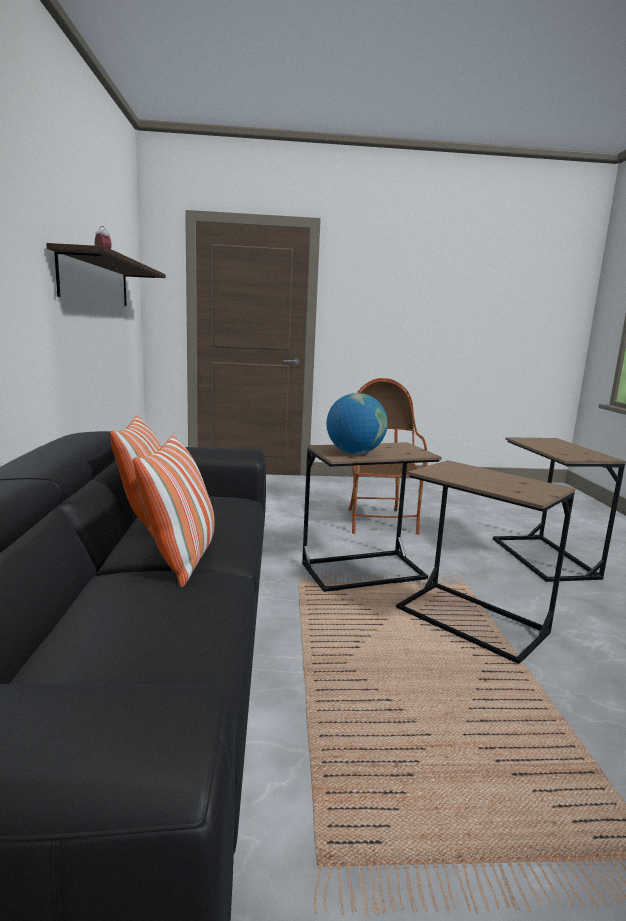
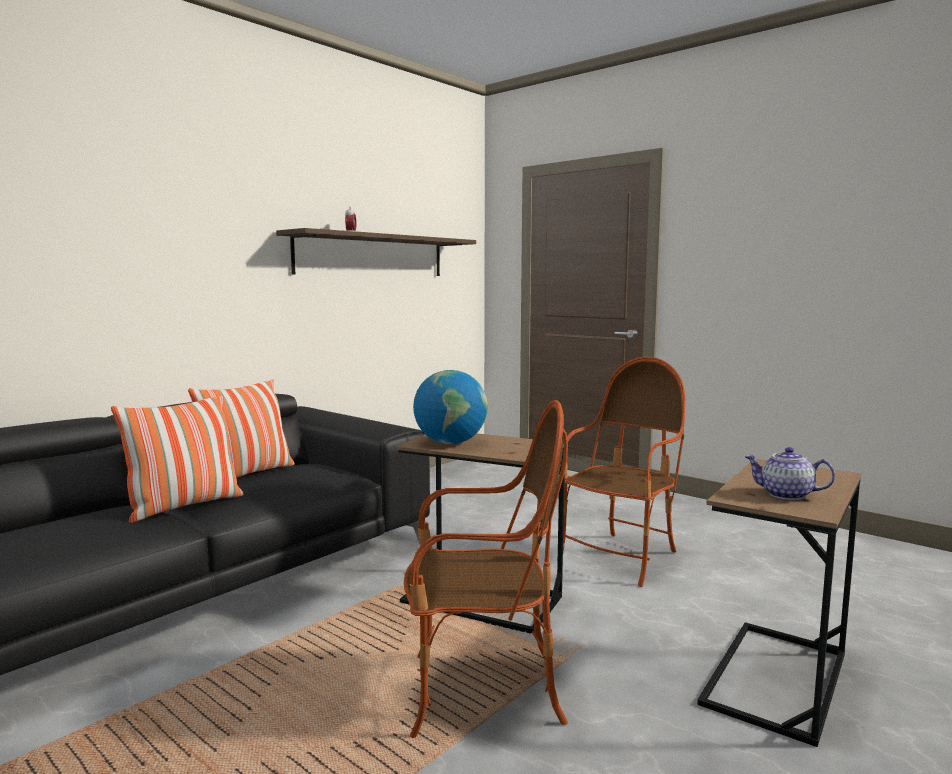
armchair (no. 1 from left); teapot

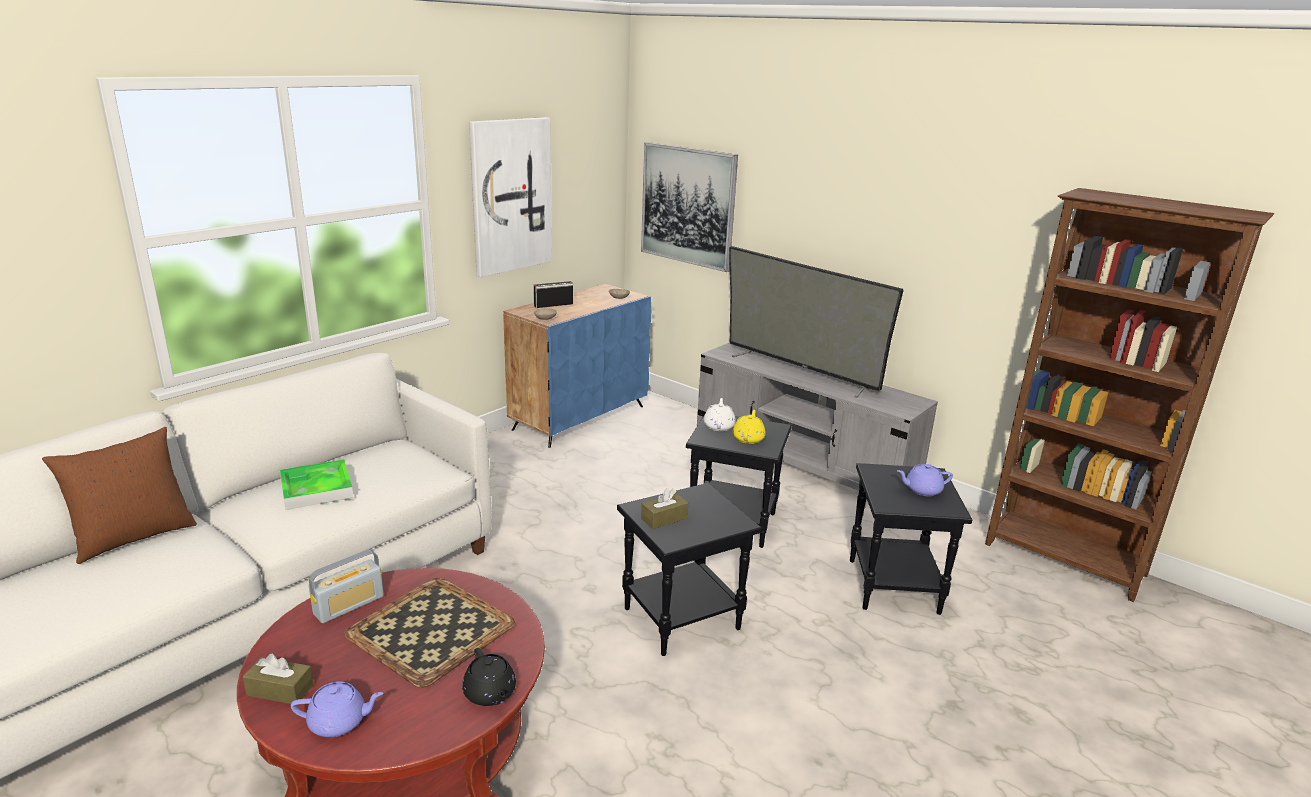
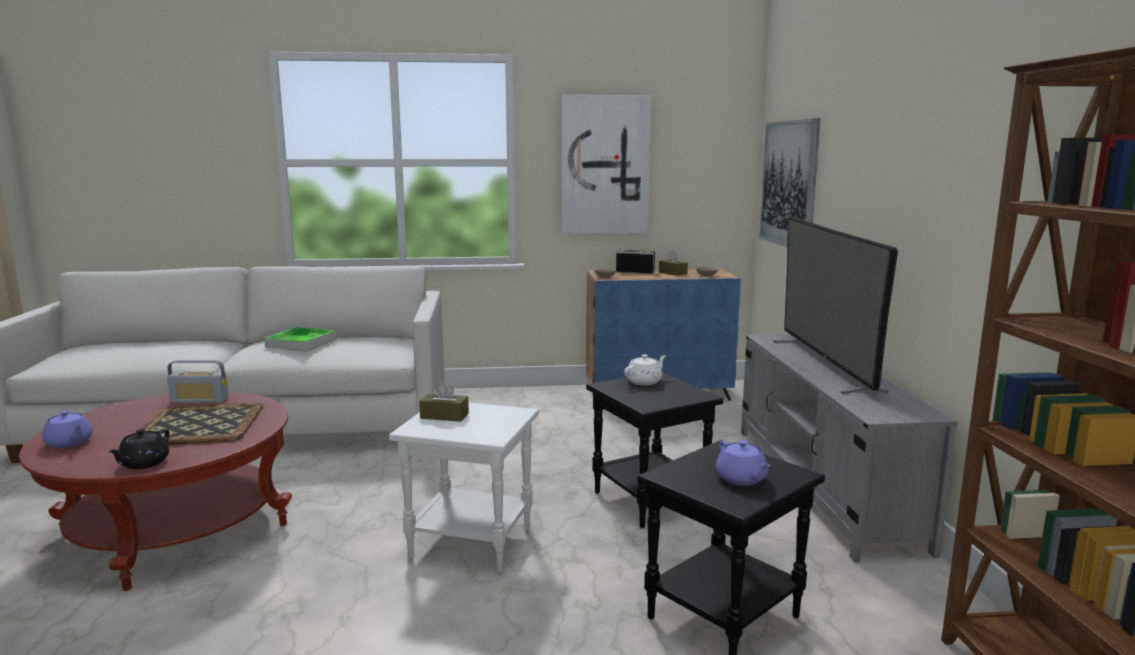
yellow_teapot; brown_pillow; purple_teapot (no. 2 from left); white_side_table; brown_tissue_box (no. 2 from left)

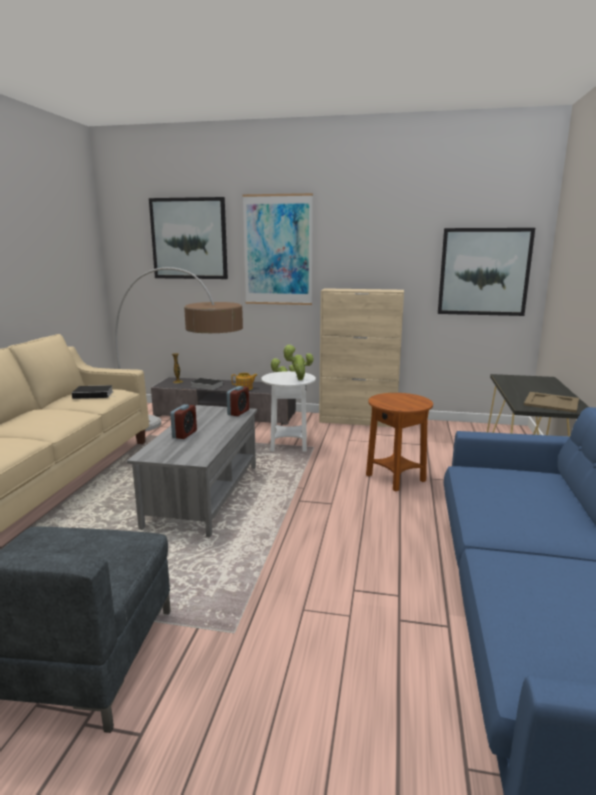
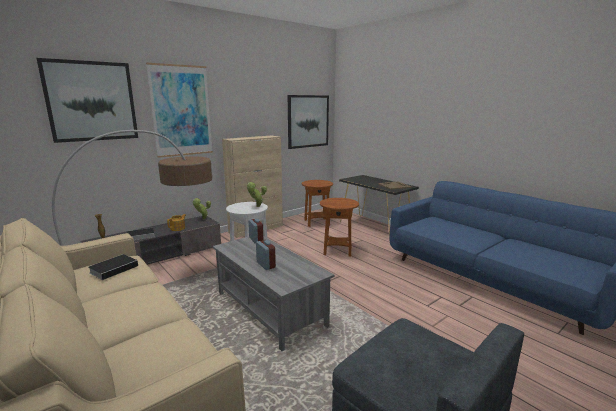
brown_side_table (no. 1 from left)

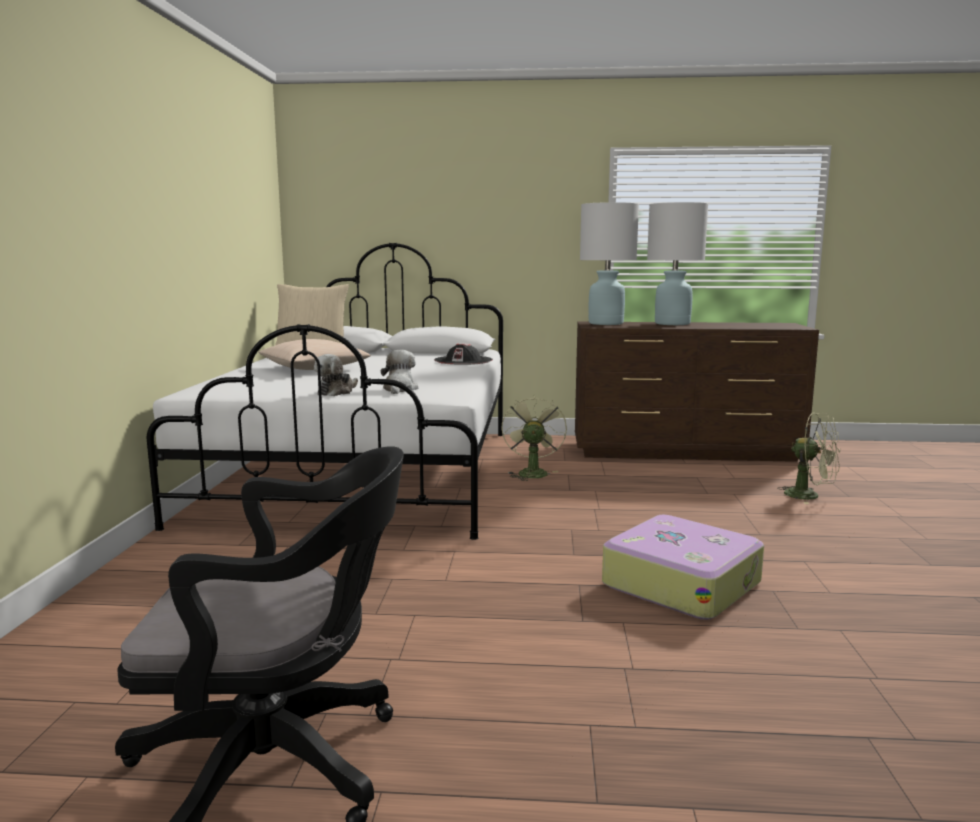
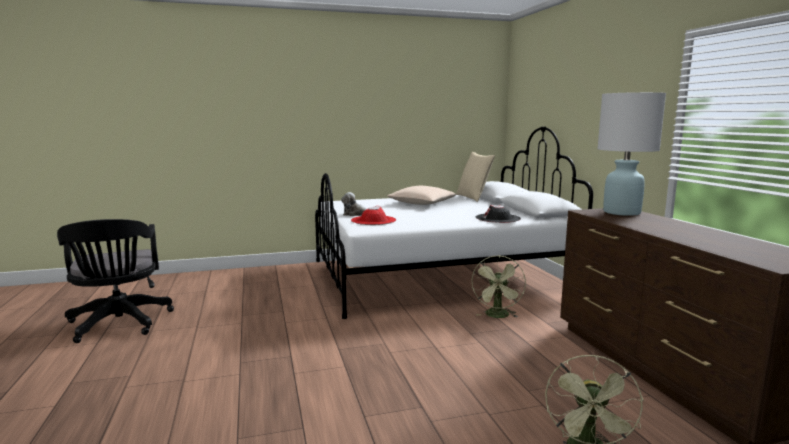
white_table_lamp (no. 2 from left in the first image); red_hat; green_fan (no. 1 from left); suitcase

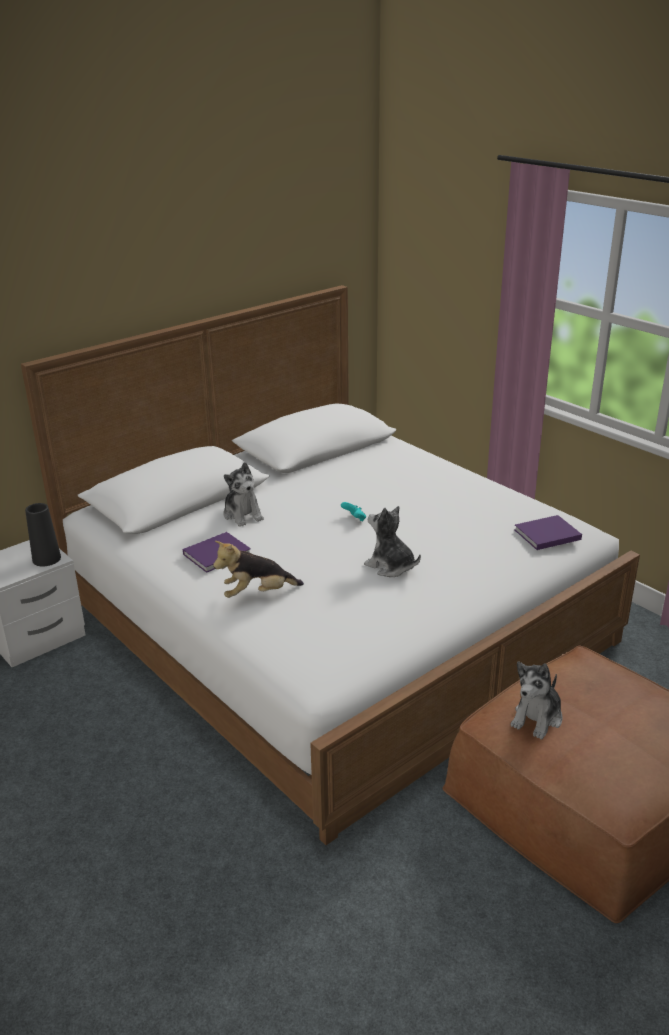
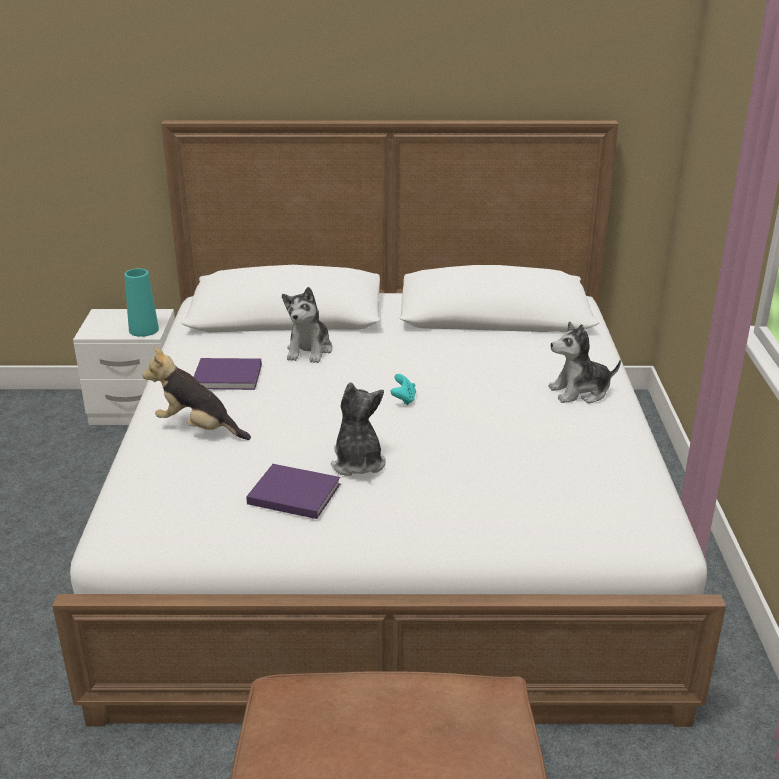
turquoise_vase; purple_book (no. 2 from left); plush_toy (no. 4 from left)

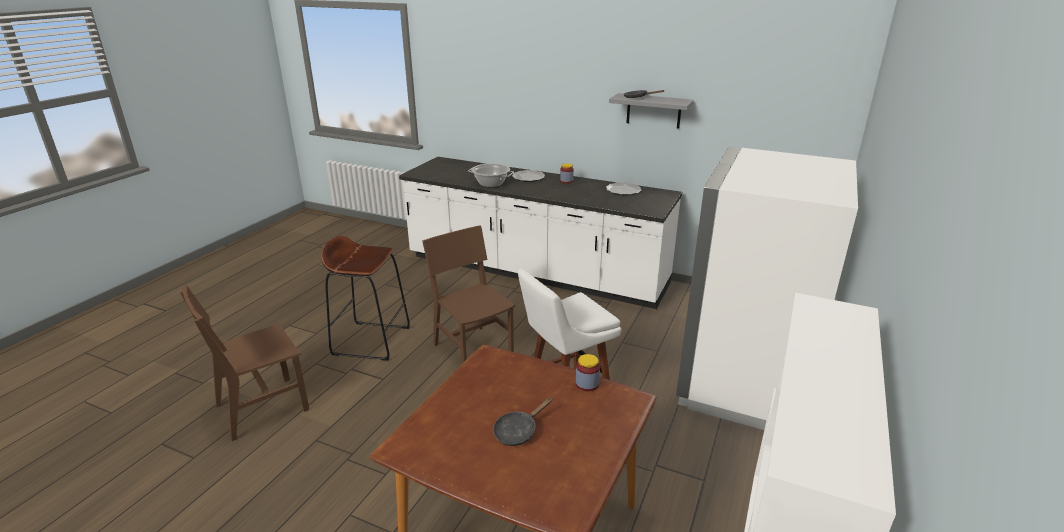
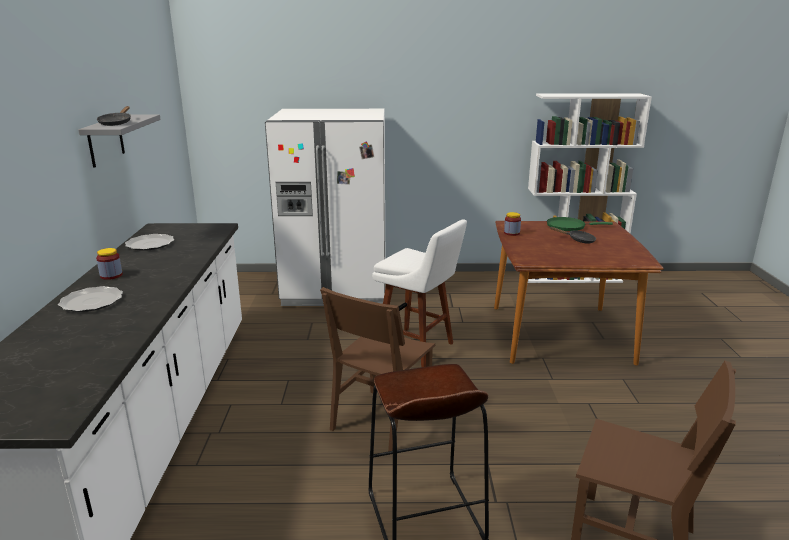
cooking_pot; green_frying_pan

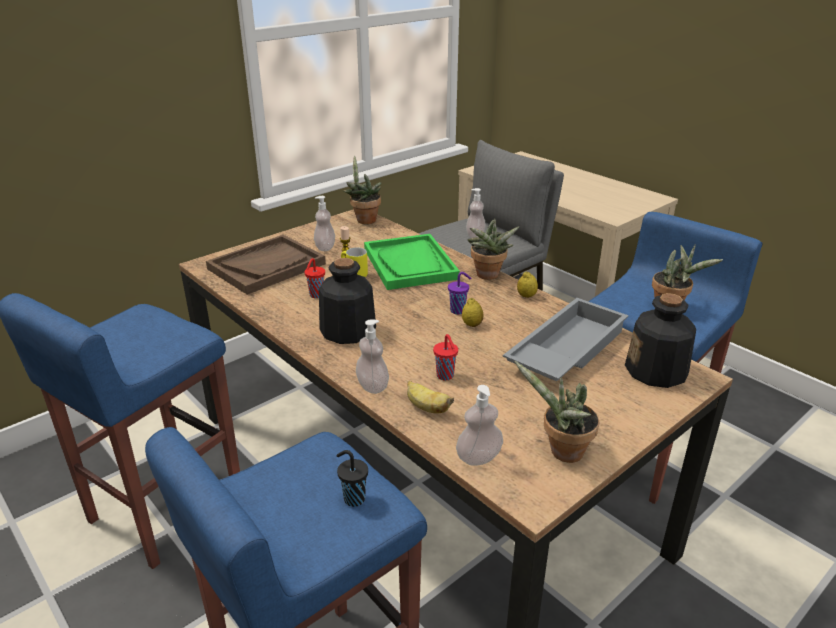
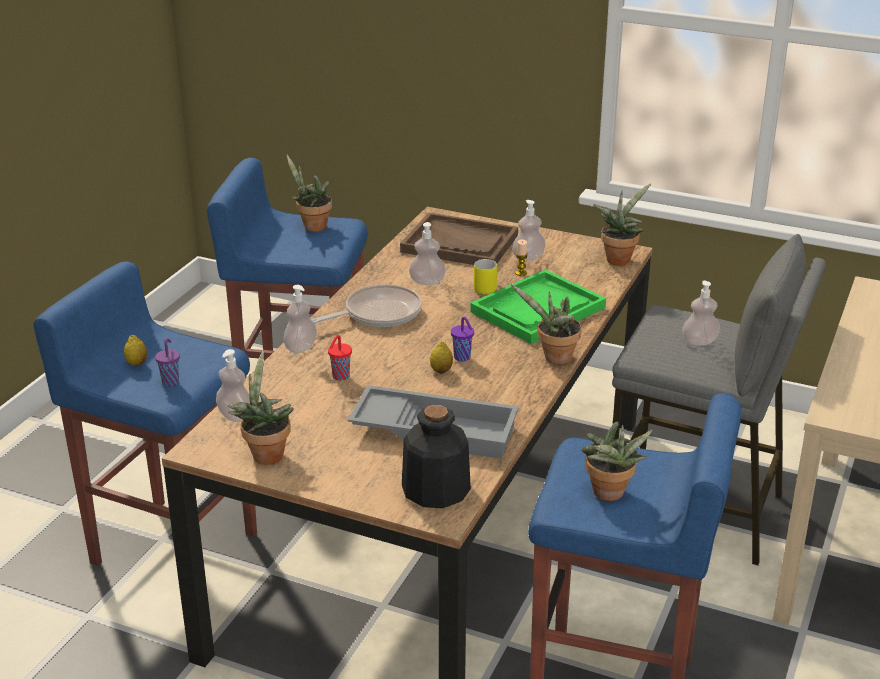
soap_dispenser (no. 3 from left); frying_pan; lemon (no. 1 from left); banana; purple_cup (no. 1 from left); potted_plant (no. 2 from left)

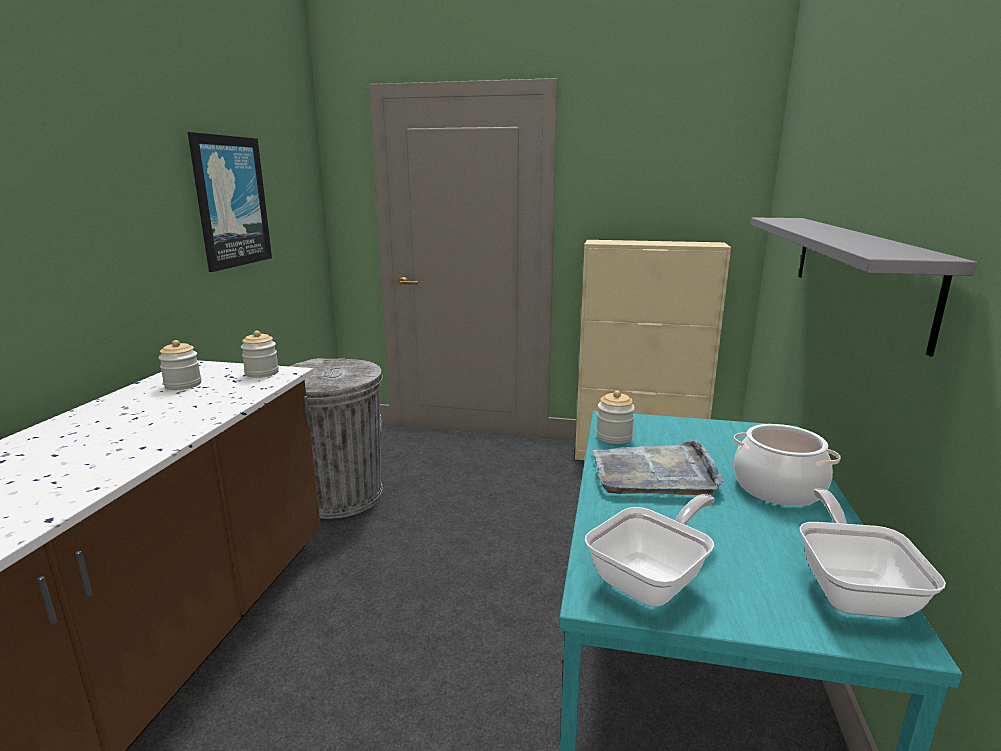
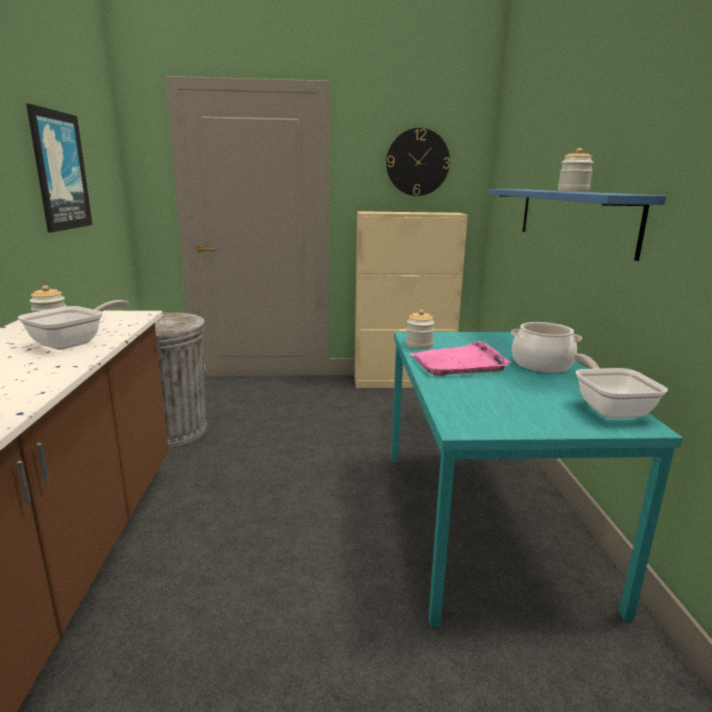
blue_shelf; jar (no. 3 from left); pink_tray; frying_pan (no. 1 from left); wall_clock

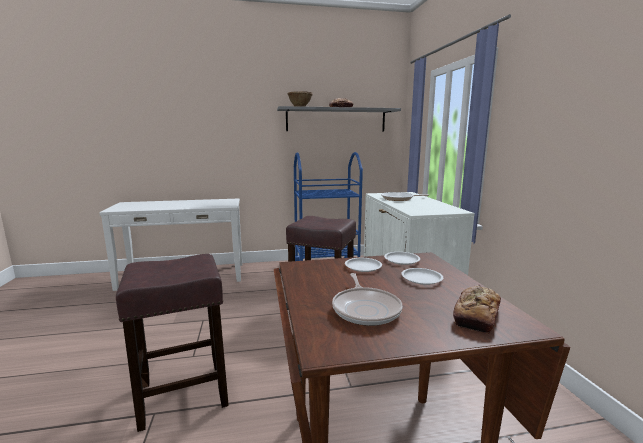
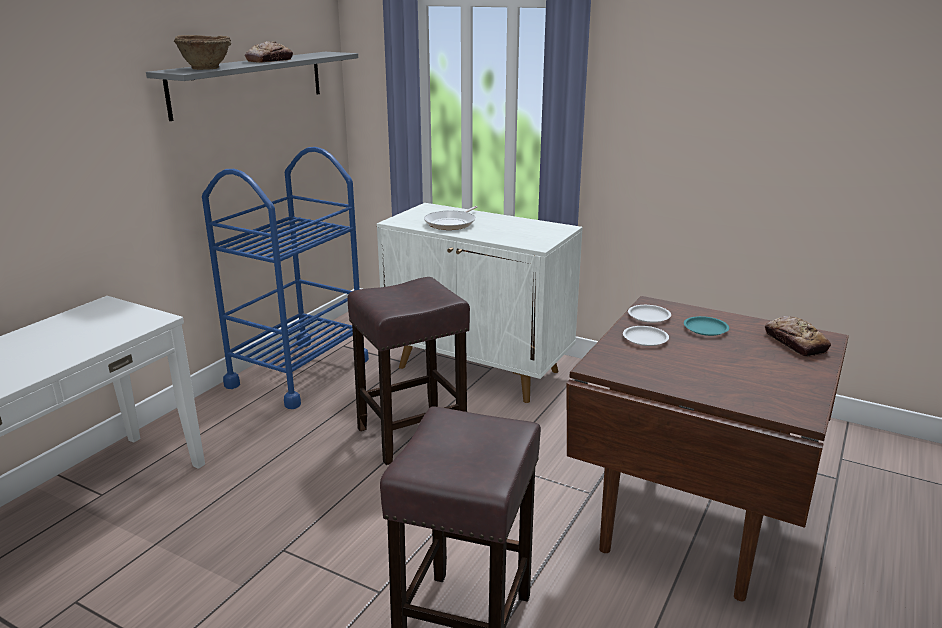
turquoise_plate; frying_pan (no. 1 from left in the first image)

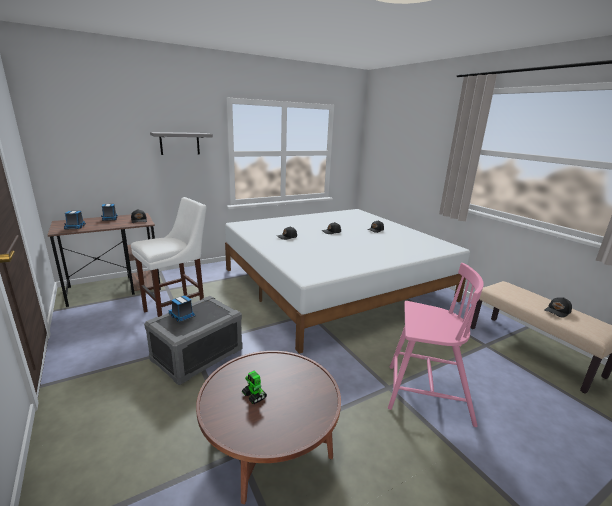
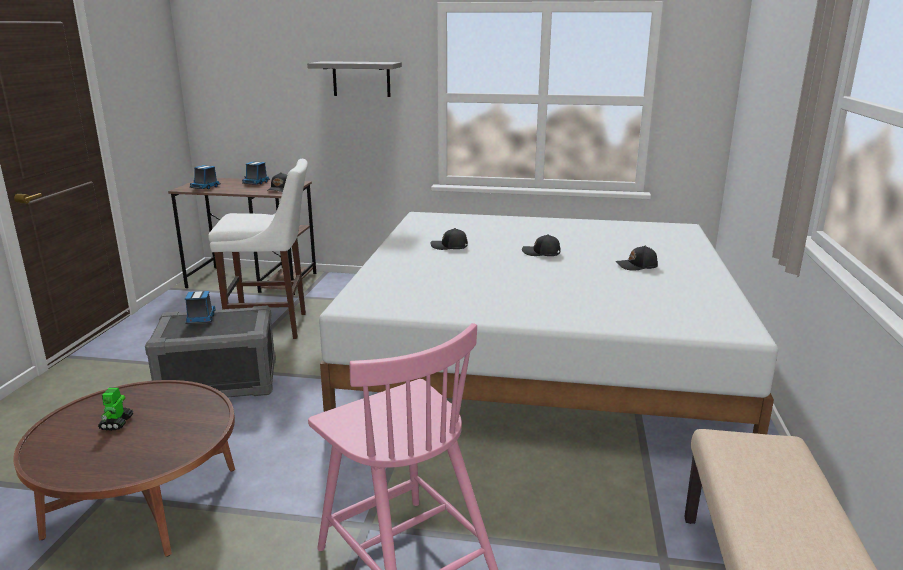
black_cap (no. 5 from left in the first image)

